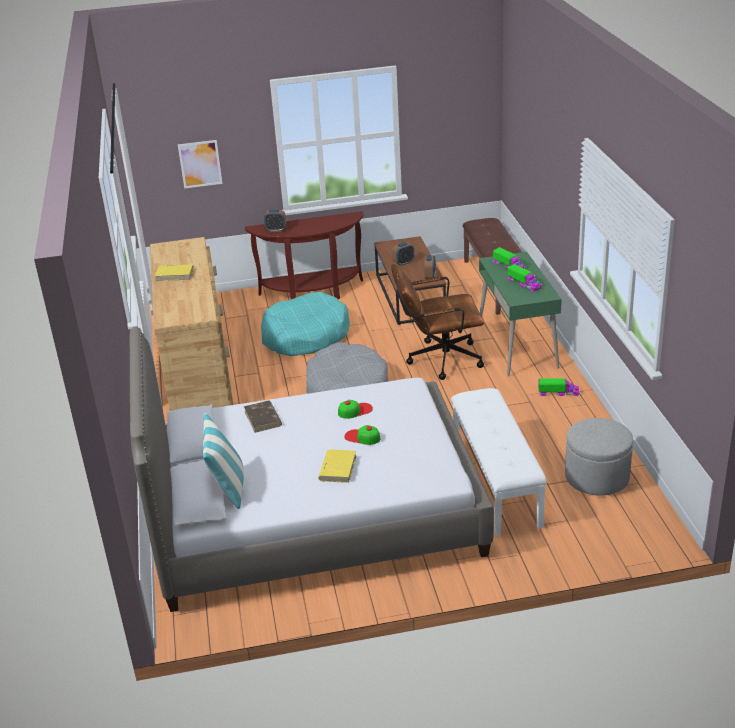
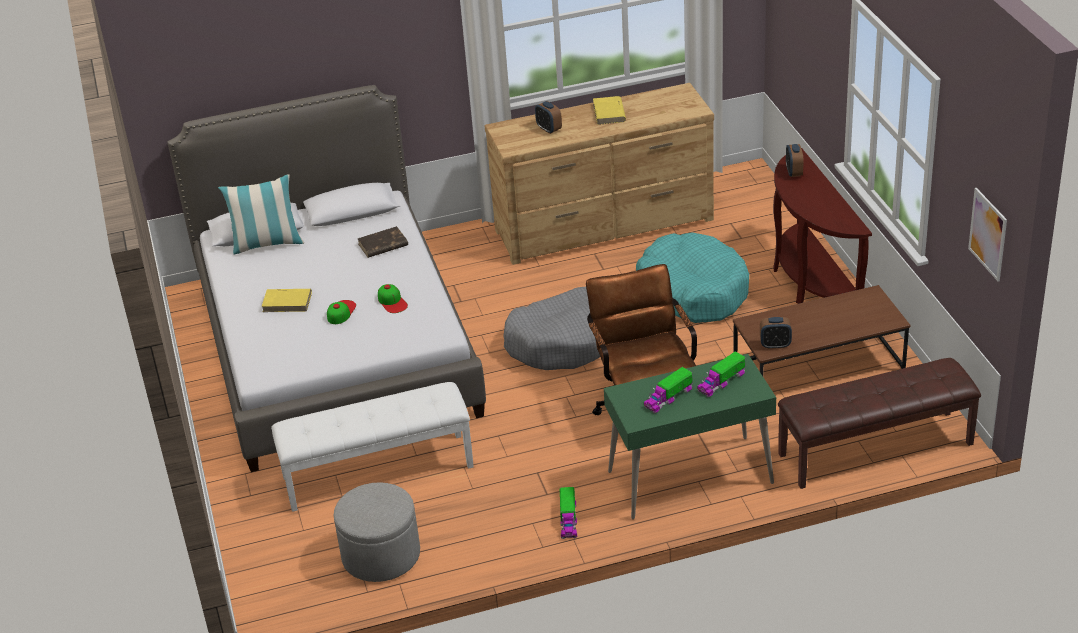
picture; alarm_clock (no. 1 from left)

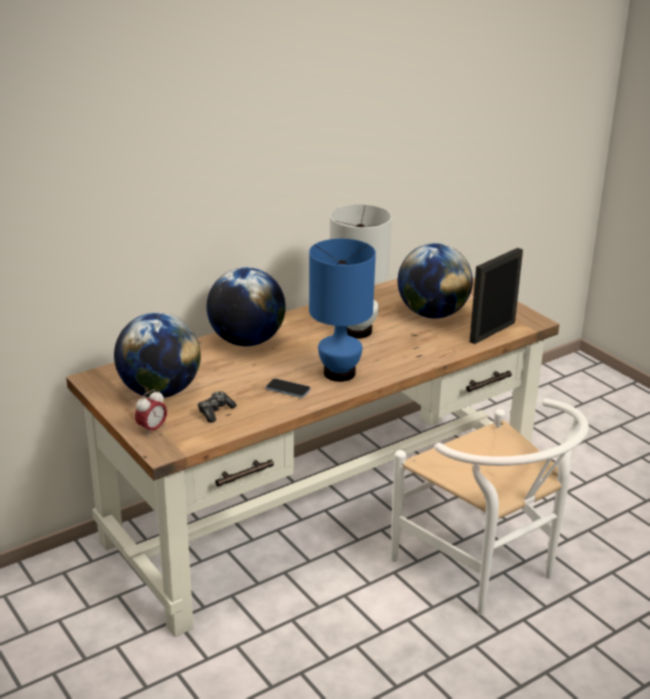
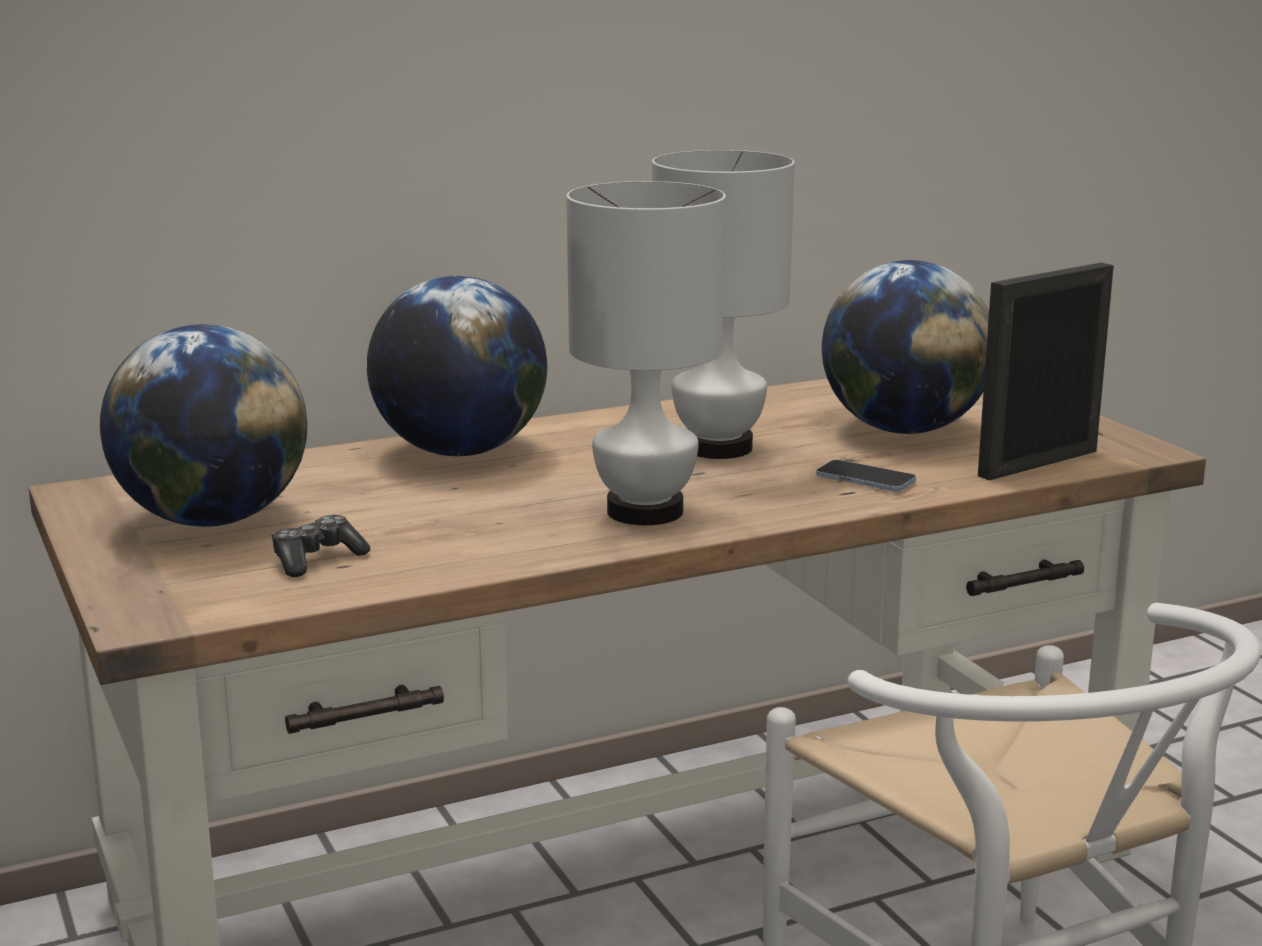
white_table_lamp (no. 1 from left); phone; alarm_clock

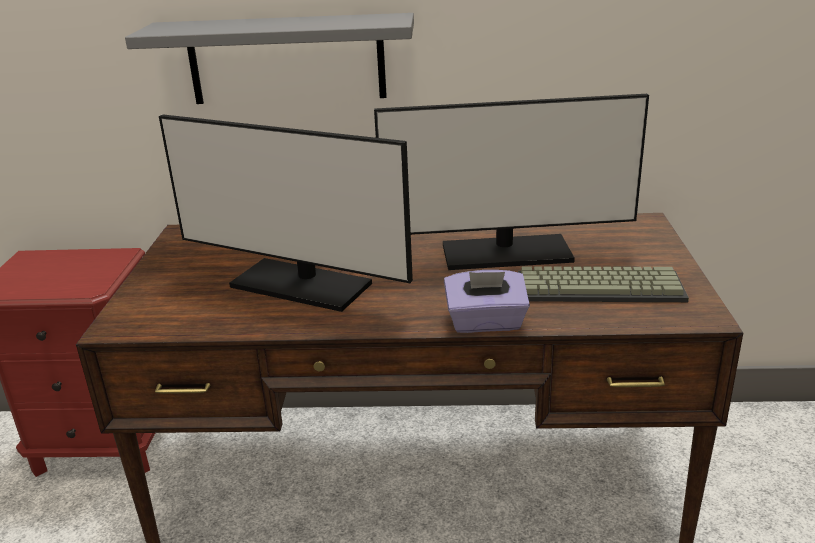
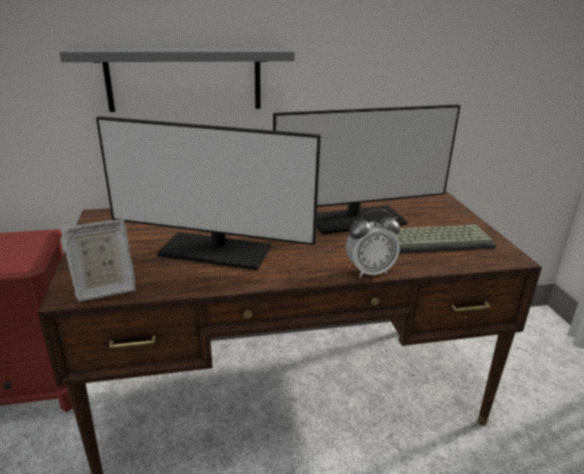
alarm_clock; picture_frame

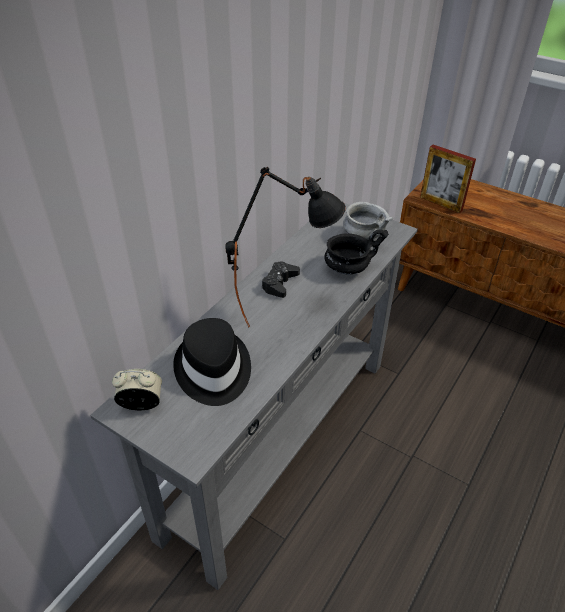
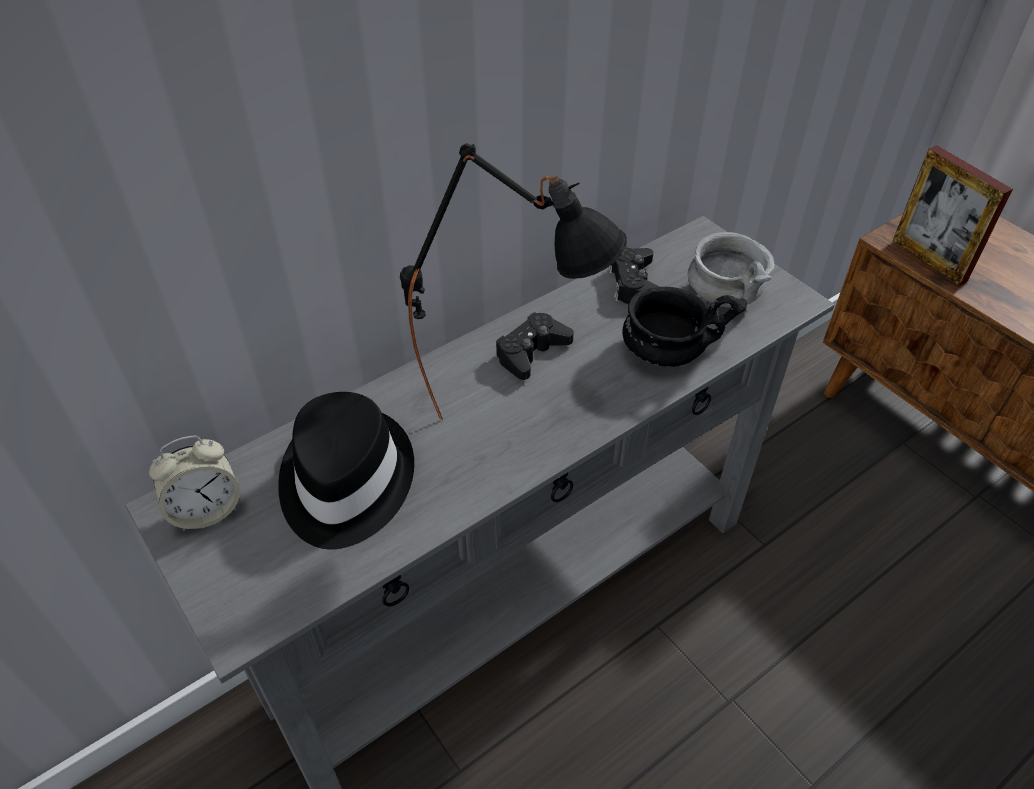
alarm_clock; black_game_controller (no. 2 from left)

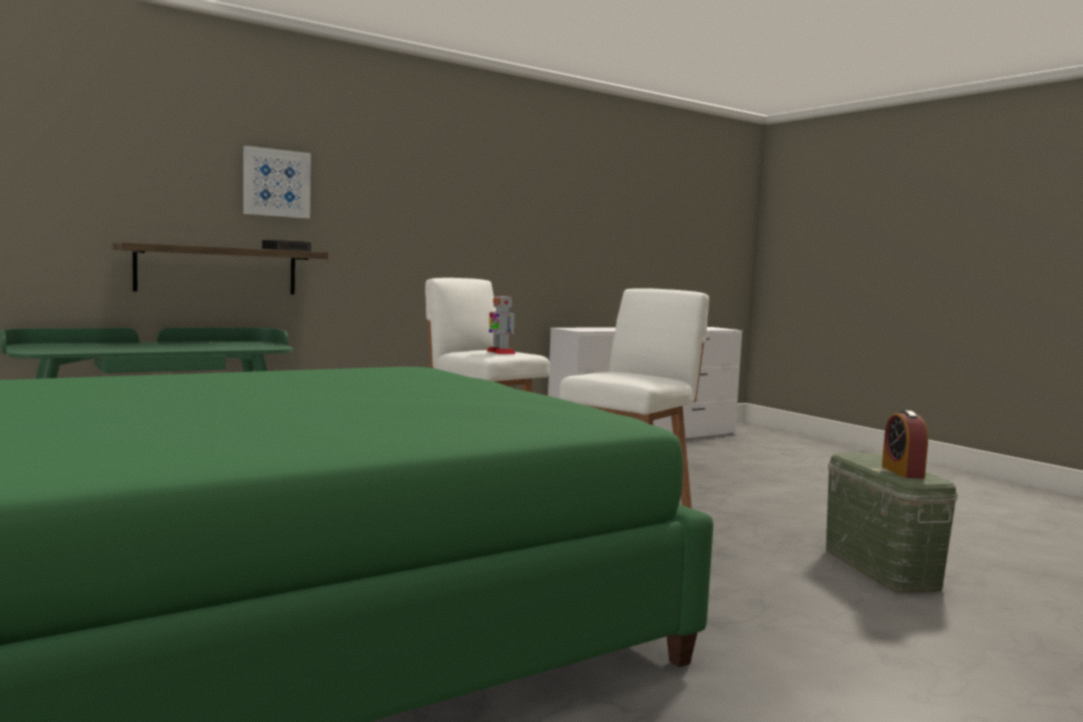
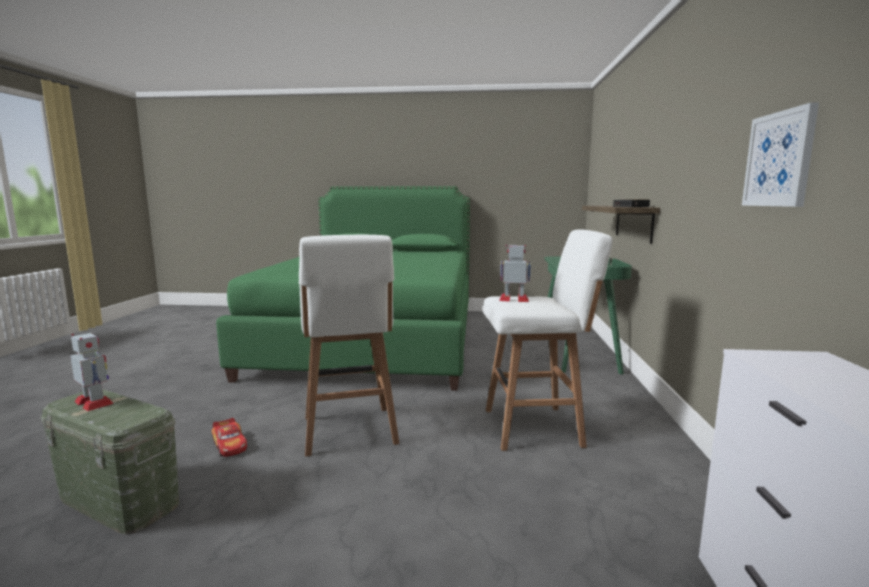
picture; toy_robot (no. 1 from left); toy_car

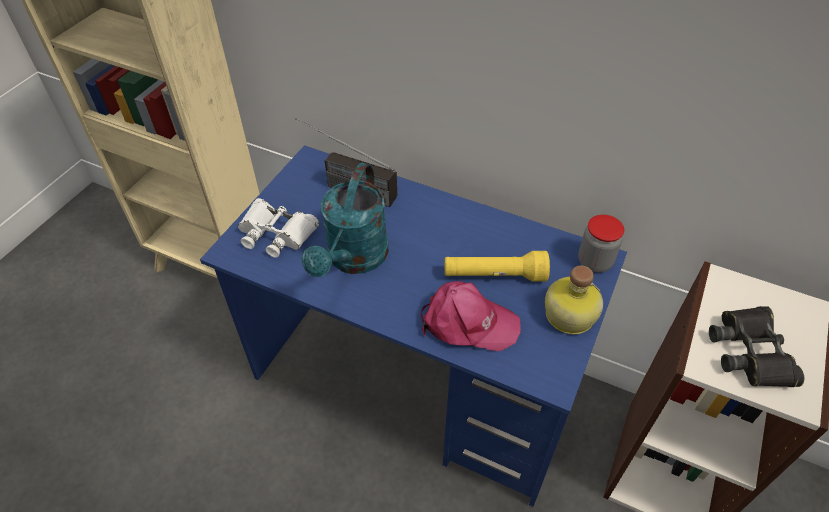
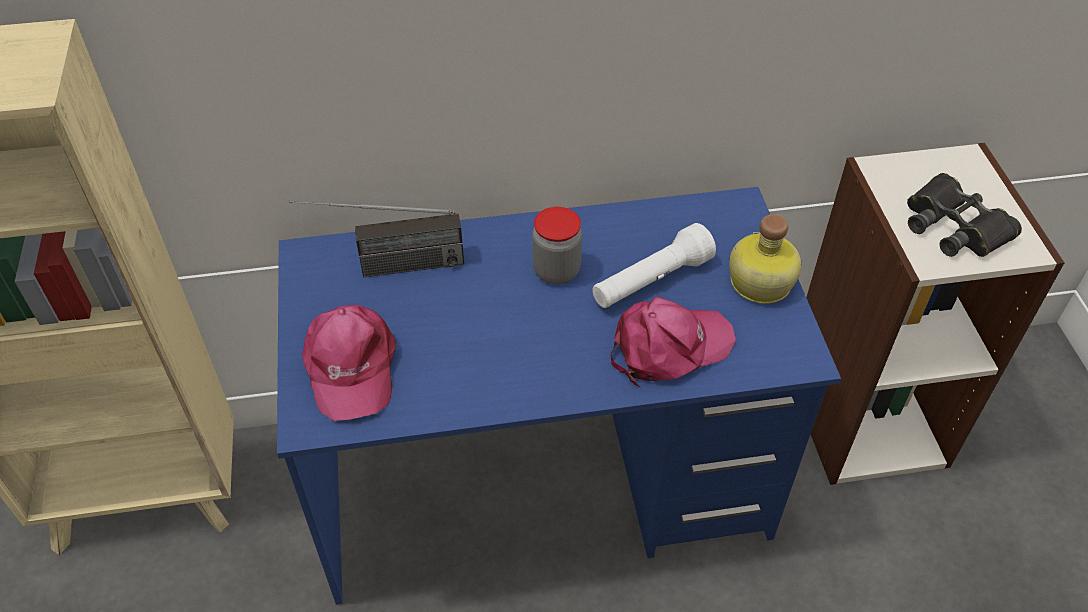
turquoise_watering_can; pink_cap (no. 1 from left); jar; white_flashlight

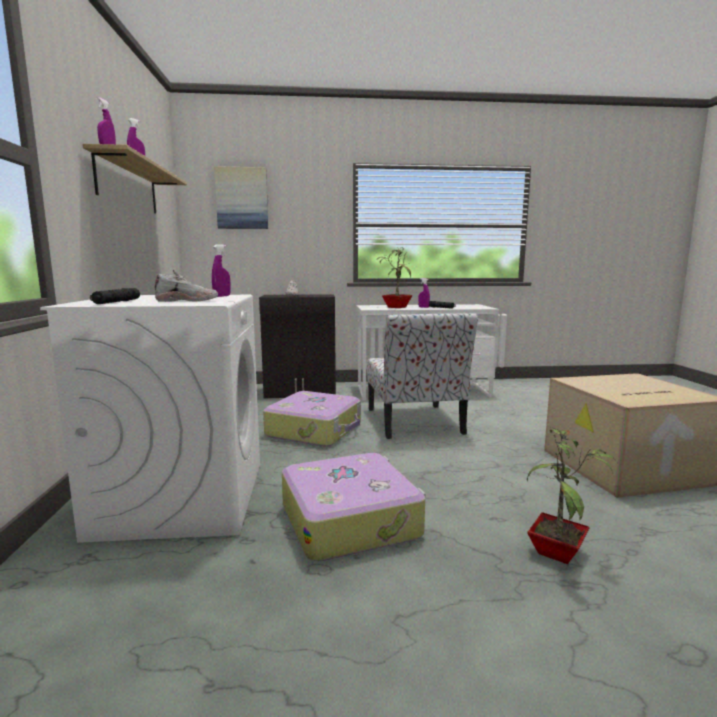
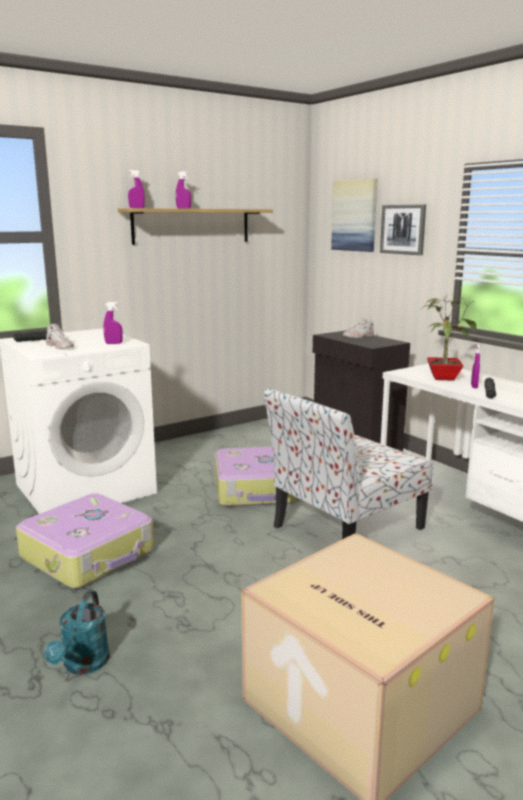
turquoise_watering_can; picture (no. 2 from left)

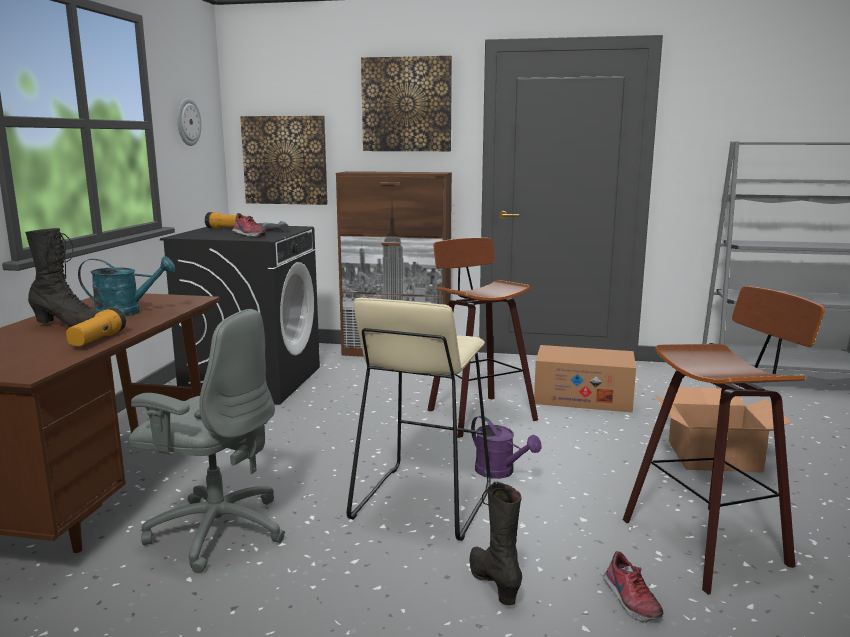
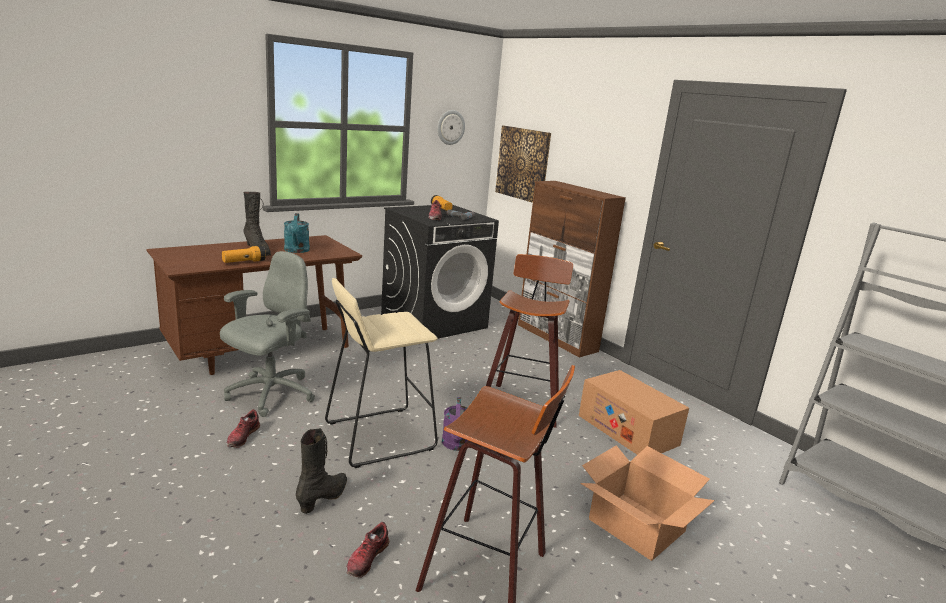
picture (no. 2 from left in the first image); turquoise_watering_can; grey_office_chair; shoe (no. 1 from left)

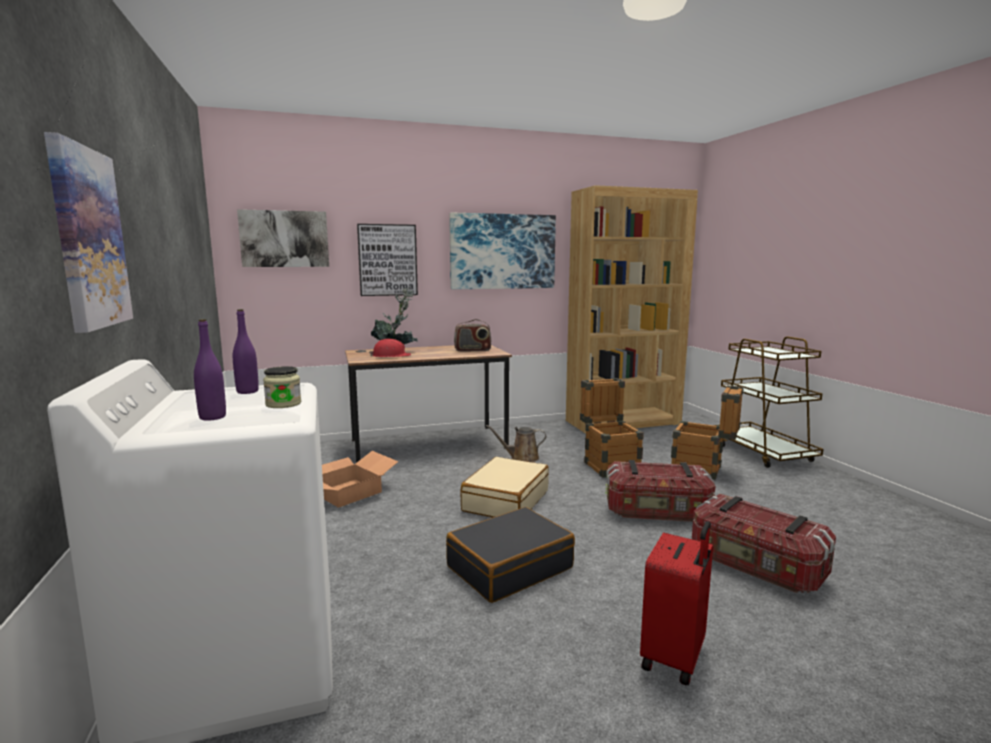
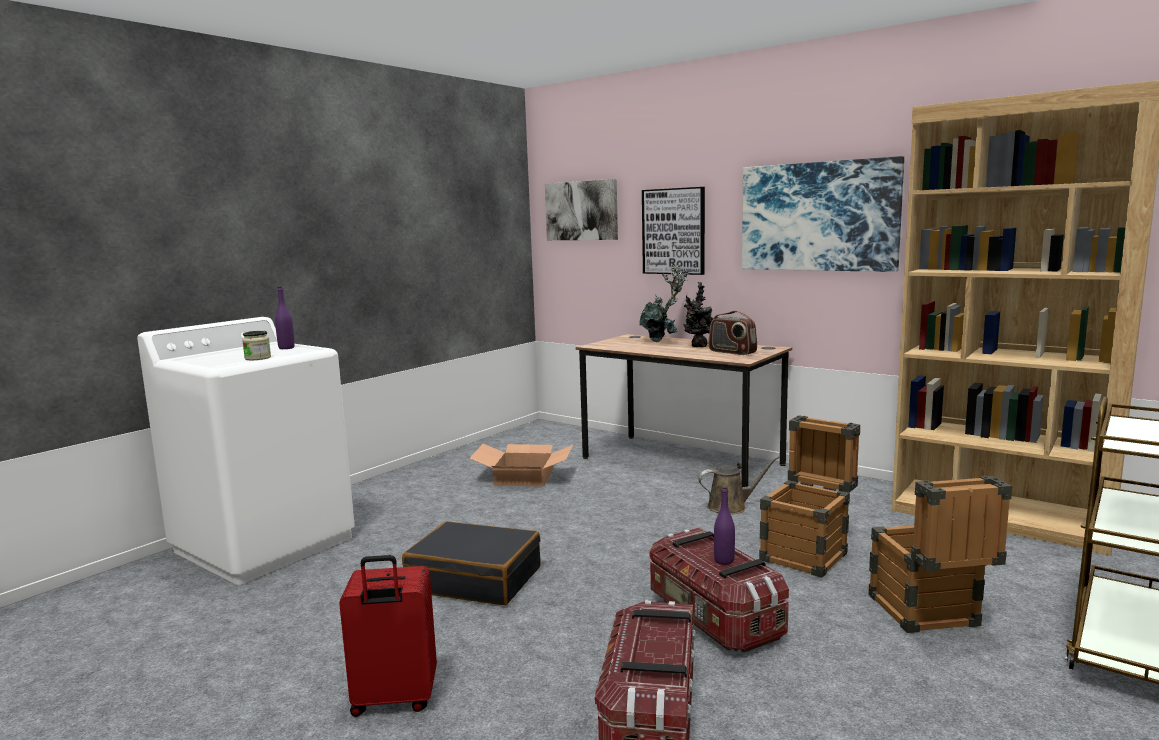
picture (no. 1 from left in the first image); purple_bottle (no. 2 from left); red_hard_hat; brown_watering_can; beige_suitcase; potted_plant (no. 2 from left)

